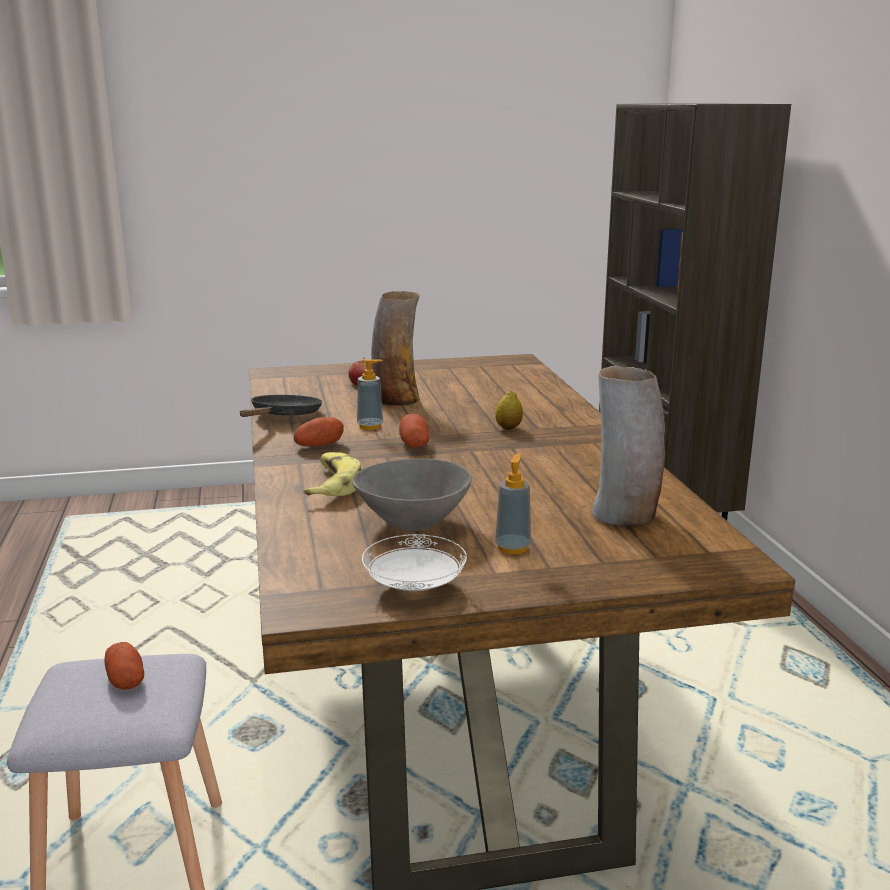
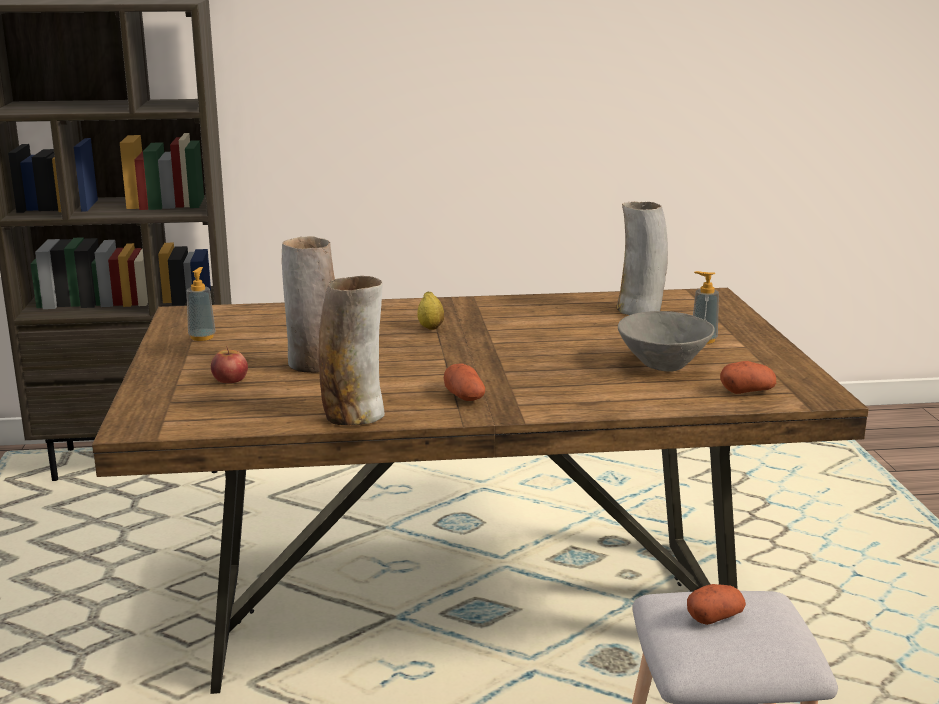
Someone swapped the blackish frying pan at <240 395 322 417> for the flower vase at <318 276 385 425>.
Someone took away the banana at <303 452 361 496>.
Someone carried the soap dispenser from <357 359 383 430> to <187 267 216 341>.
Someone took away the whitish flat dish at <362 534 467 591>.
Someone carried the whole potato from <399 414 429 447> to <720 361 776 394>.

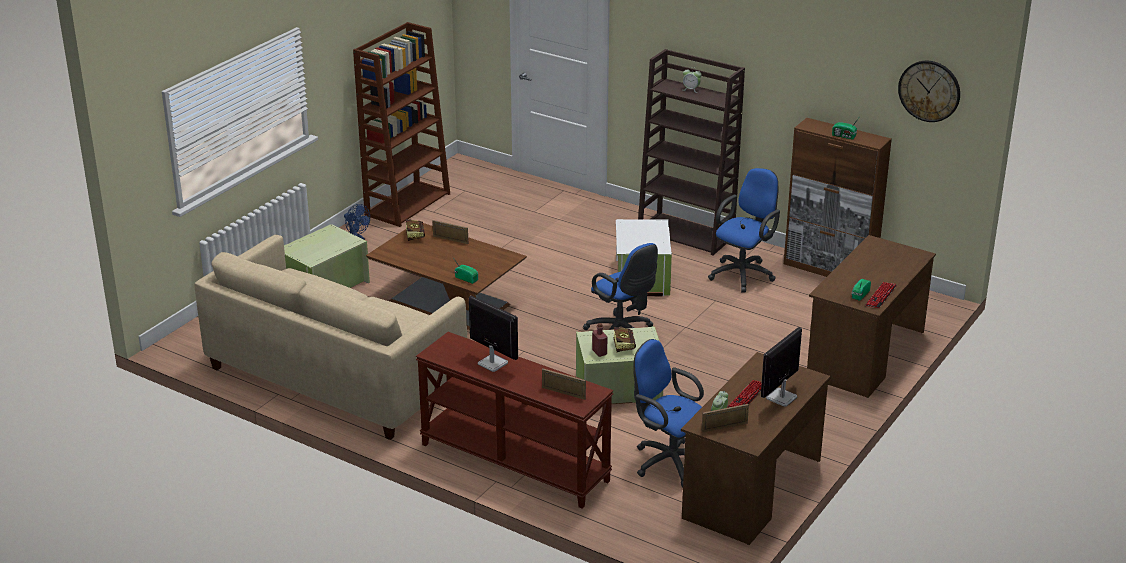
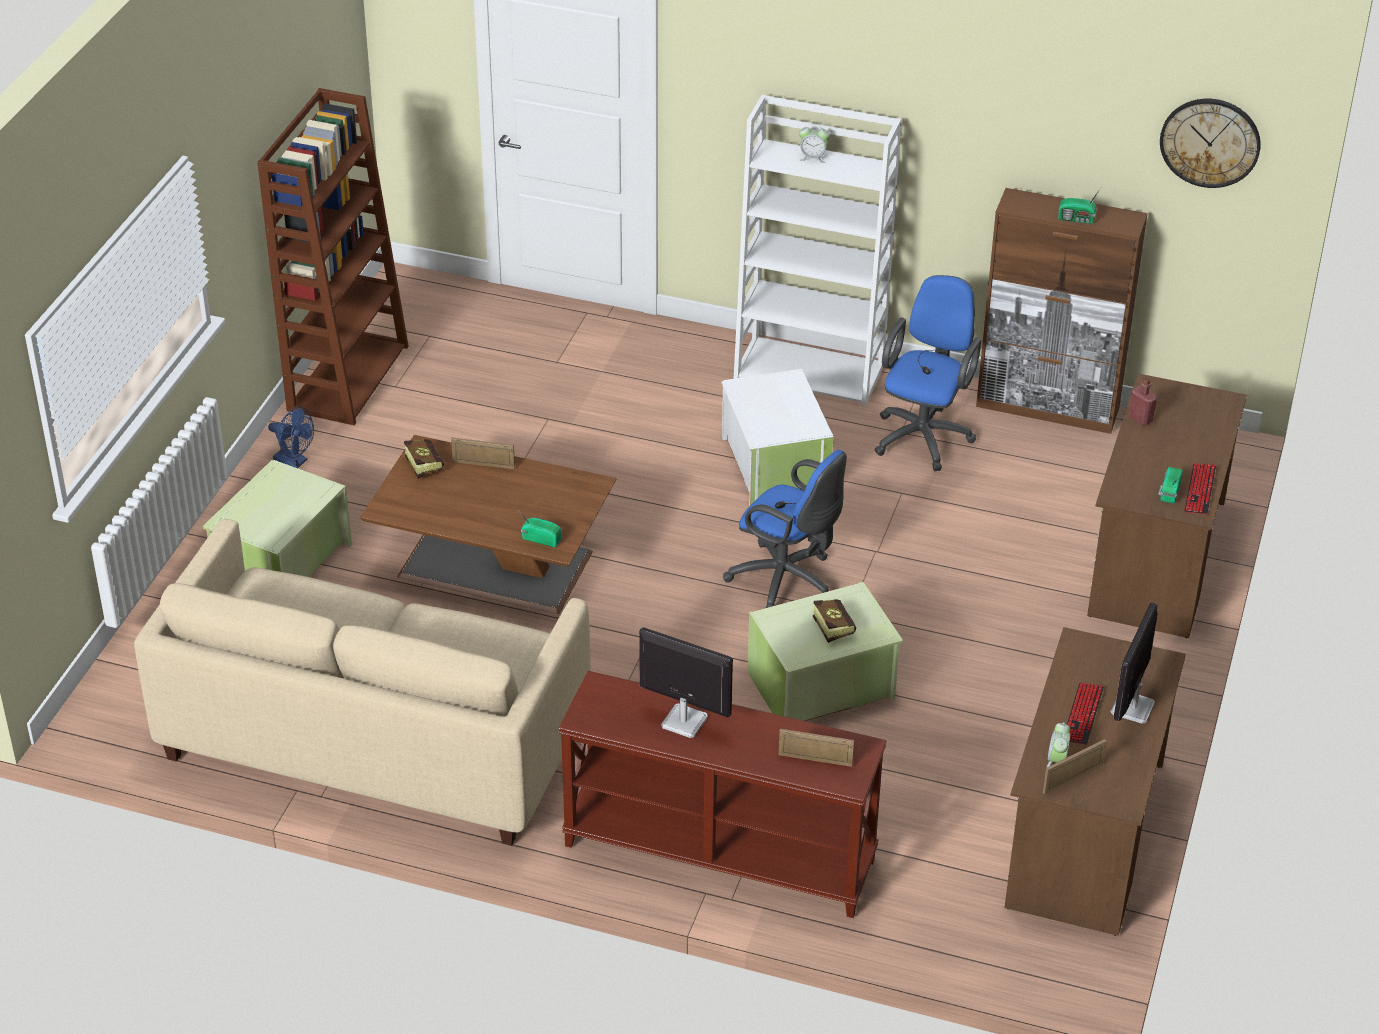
Someone carried the reddish drink bottle from <592 323 608 357> to <1129 378 1157 426>.
Someone took away the blue computer chair at <633 339 704 487>.
Someone repainted the brown-coloured bookcase at <638 49 745 255>, which became the whitish bookcase at <734 95 901 407>.

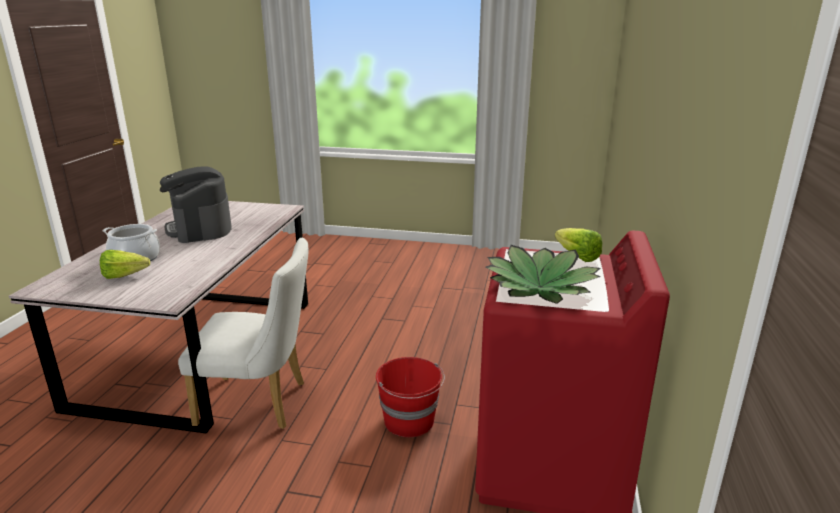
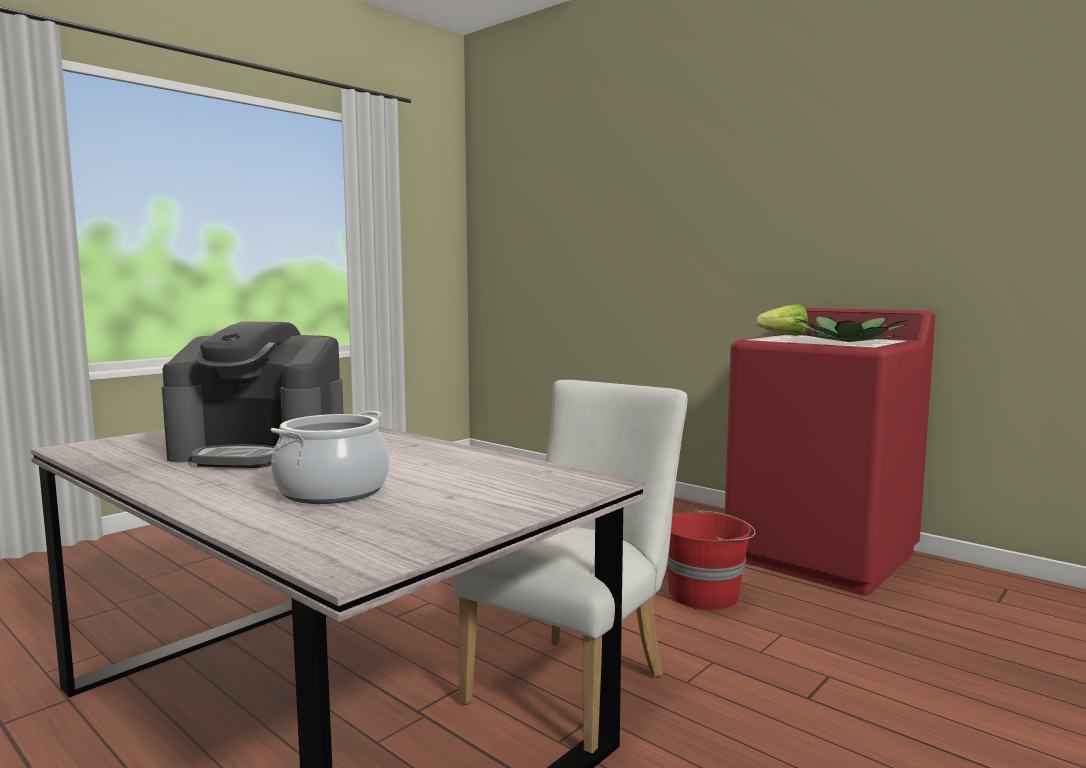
Someone took away the lettuce at <100 250 150 279>.

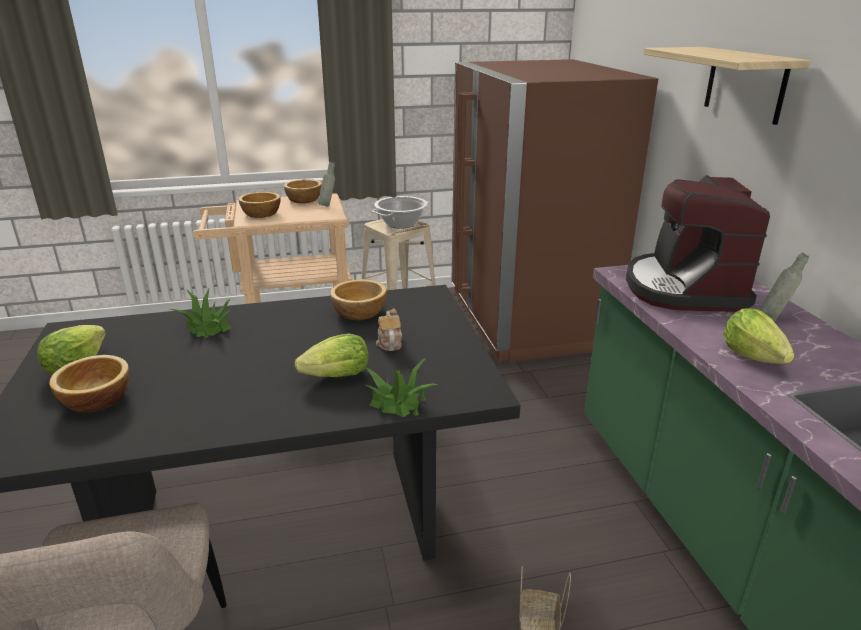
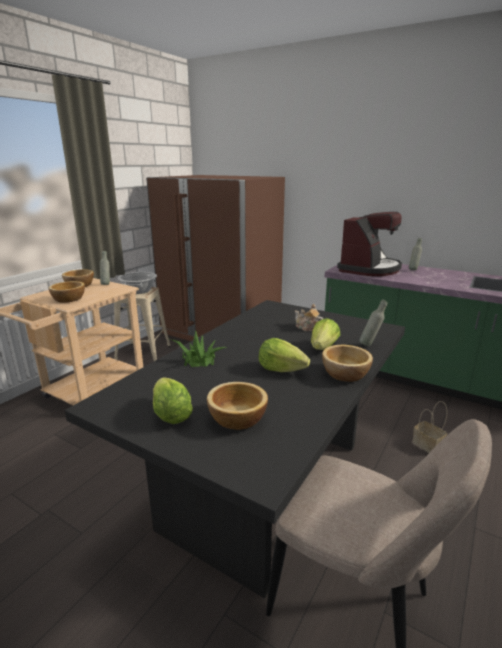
Someone carried the serving bowl from <330 279 387 320> to <322 345 373 382>.
Someone swapped the potted plant at <364 357 438 417> for the grey drink bottle at <359 300 388 346>.
Someone rotated the coffee brewer at <626 175 770 312> by 105 degrees counterclockwise.
Someone took away the bracket shelf at <643 47 811 125>.
Someone carried the lettuce from <723 308 794 364> to <259 338 310 372>.

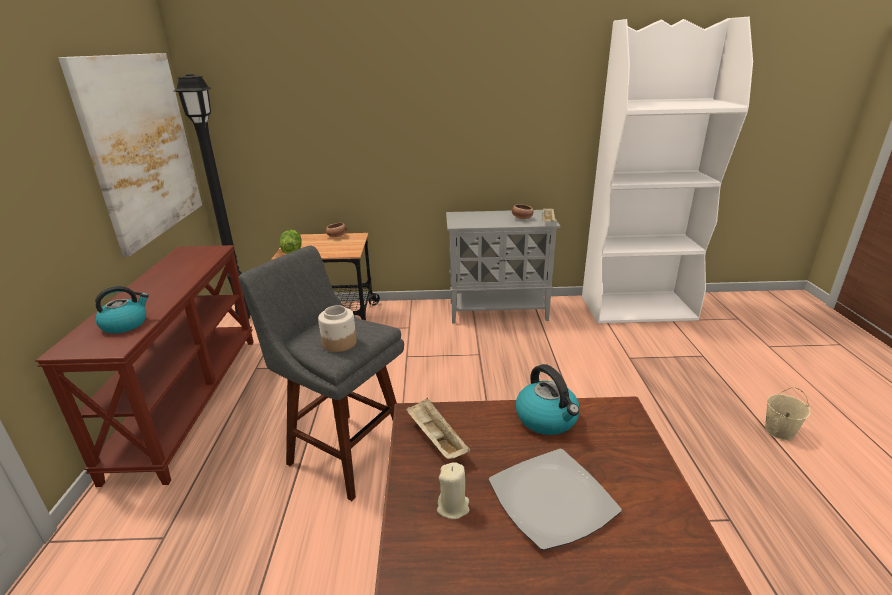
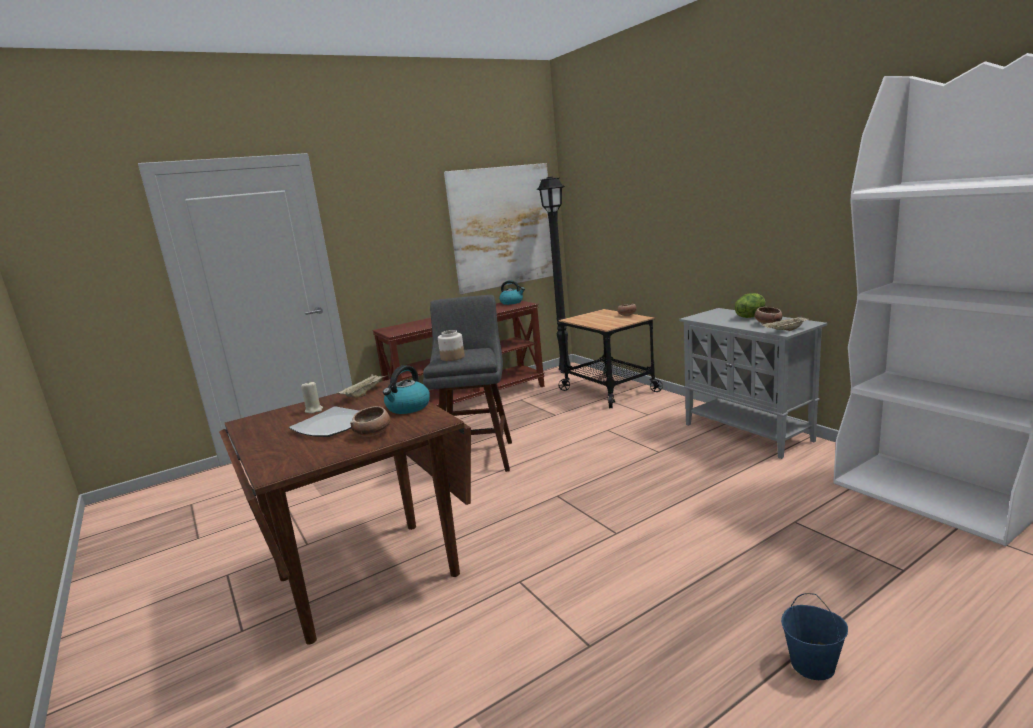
Someone carried the tea kettle from <95 286 149 334> to <499 280 525 305>.
Someone carried the lettuce from <280 230 302 254> to <735 293 765 318>.
Someone repainted the beige water bucket at <765 387 810 440>, which became the blue water bucket at <781 593 848 680>.
Someone put down the serving bowl at <350 406 390 437>.

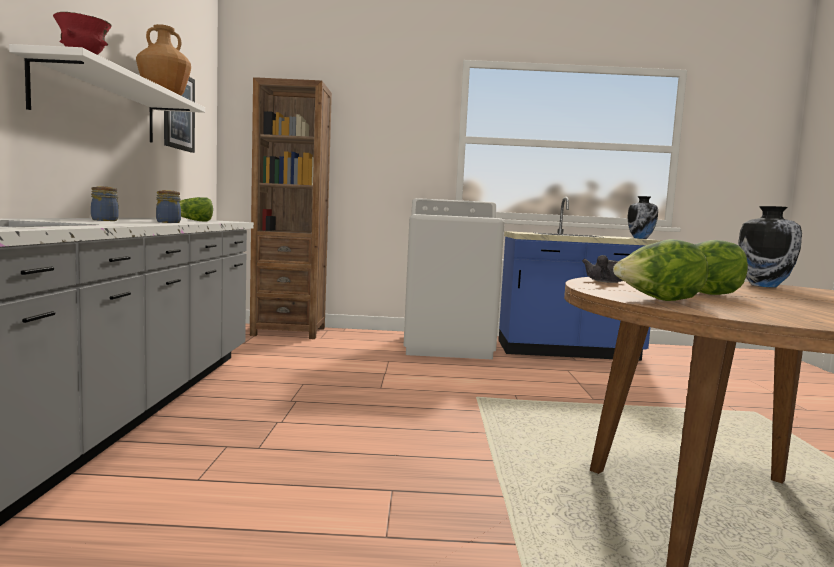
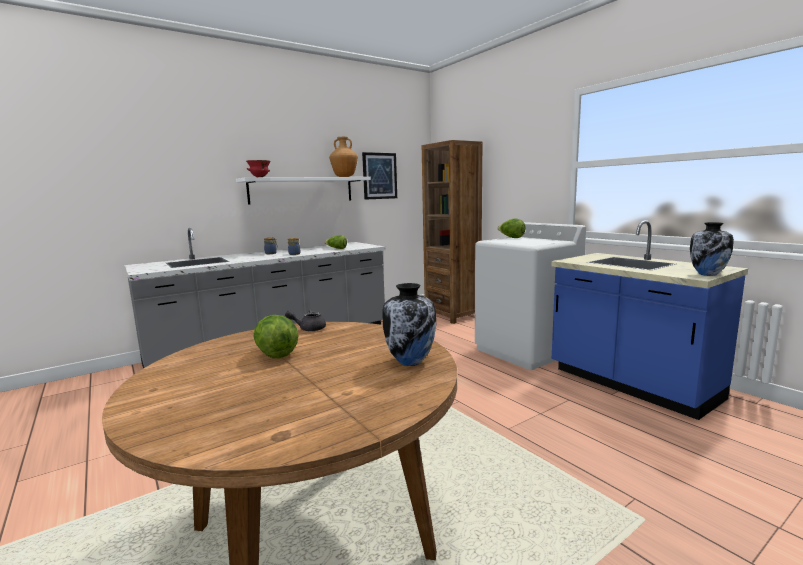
Someone carried the lettuce from <613 239 709 301> to <498 219 526 238>.

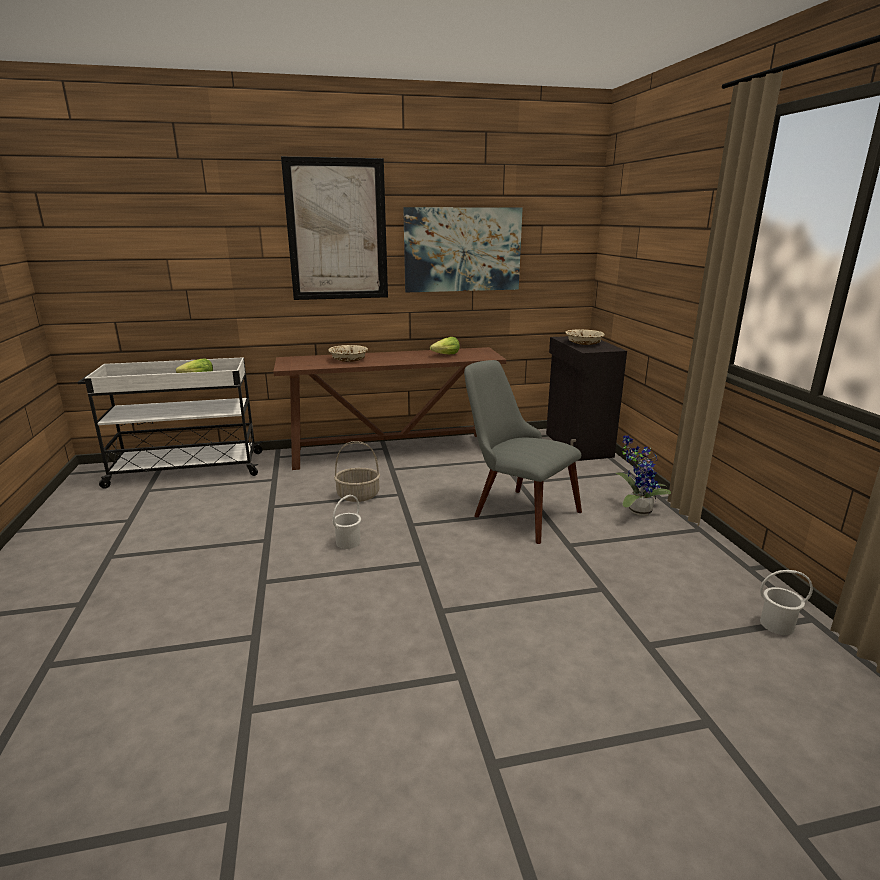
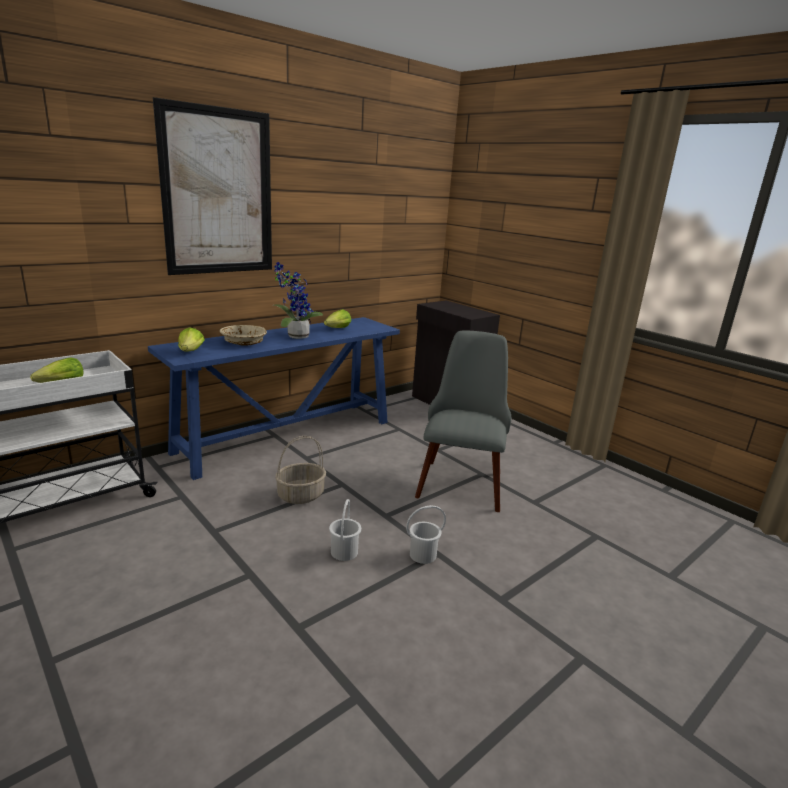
Someone repainted the brown-coloured hall table at <273 347 506 470>, which became the blue hall table at <148 317 400 480>.
Someone took away the wall picture at <403 207 523 292>.
Someone rotated the grey plain chair at <464 360 582 544> by 90 degrees clockwise.
Someone took away the beige serving bowl at <565 329 605 345>.
Someone carried the potted plant from <616 435 671 516> to <273 262 323 339>.
Someone carried the whitish water bucket from <760 570 813 635> to <406 505 446 564>.
Someone put down the lettuce at <178 327 205 352>.

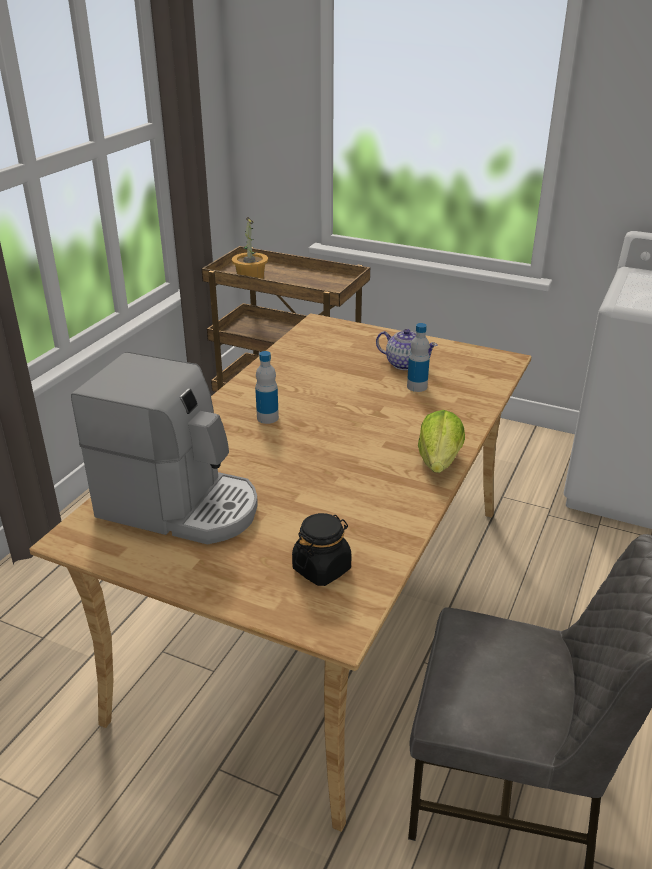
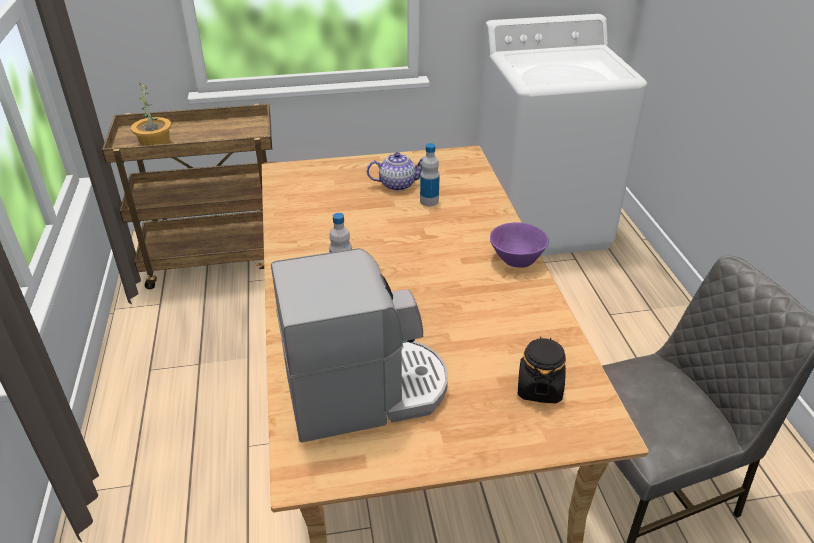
Someone swapped the lettuce at <418 410 465 473> for the purple-coloured serving bowl at <490 222 549 268>.

